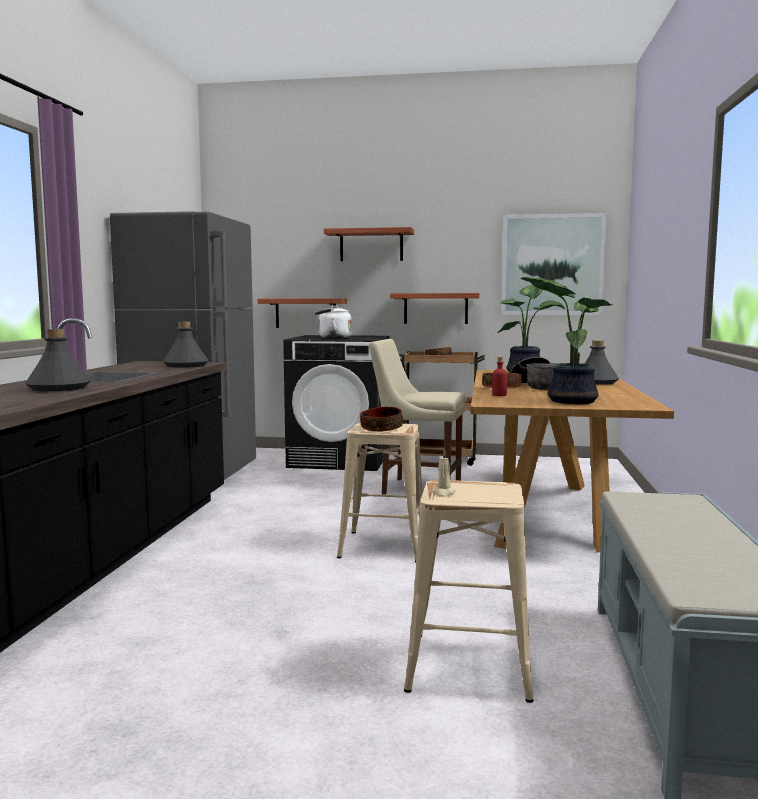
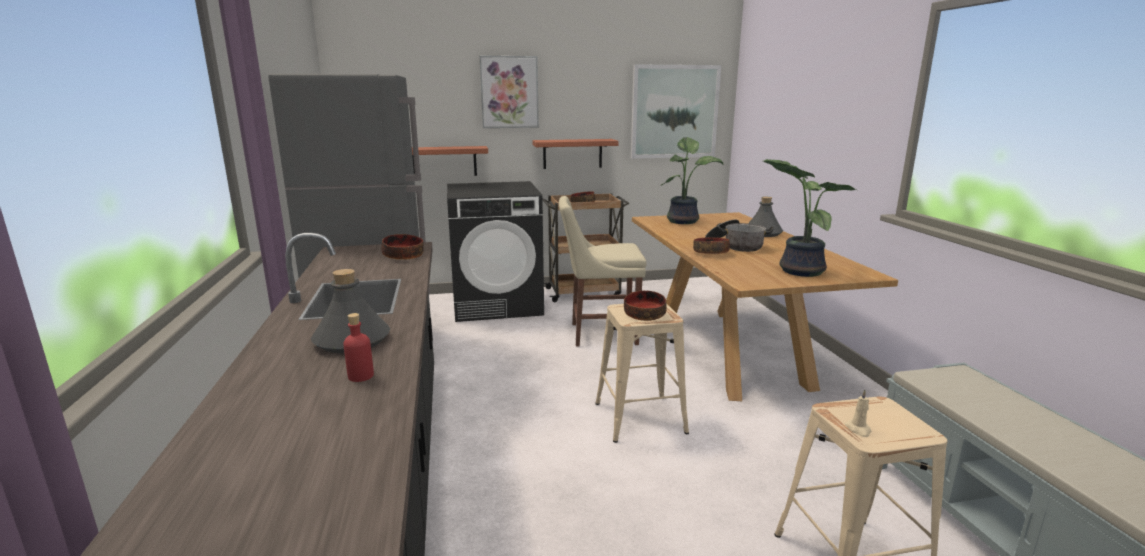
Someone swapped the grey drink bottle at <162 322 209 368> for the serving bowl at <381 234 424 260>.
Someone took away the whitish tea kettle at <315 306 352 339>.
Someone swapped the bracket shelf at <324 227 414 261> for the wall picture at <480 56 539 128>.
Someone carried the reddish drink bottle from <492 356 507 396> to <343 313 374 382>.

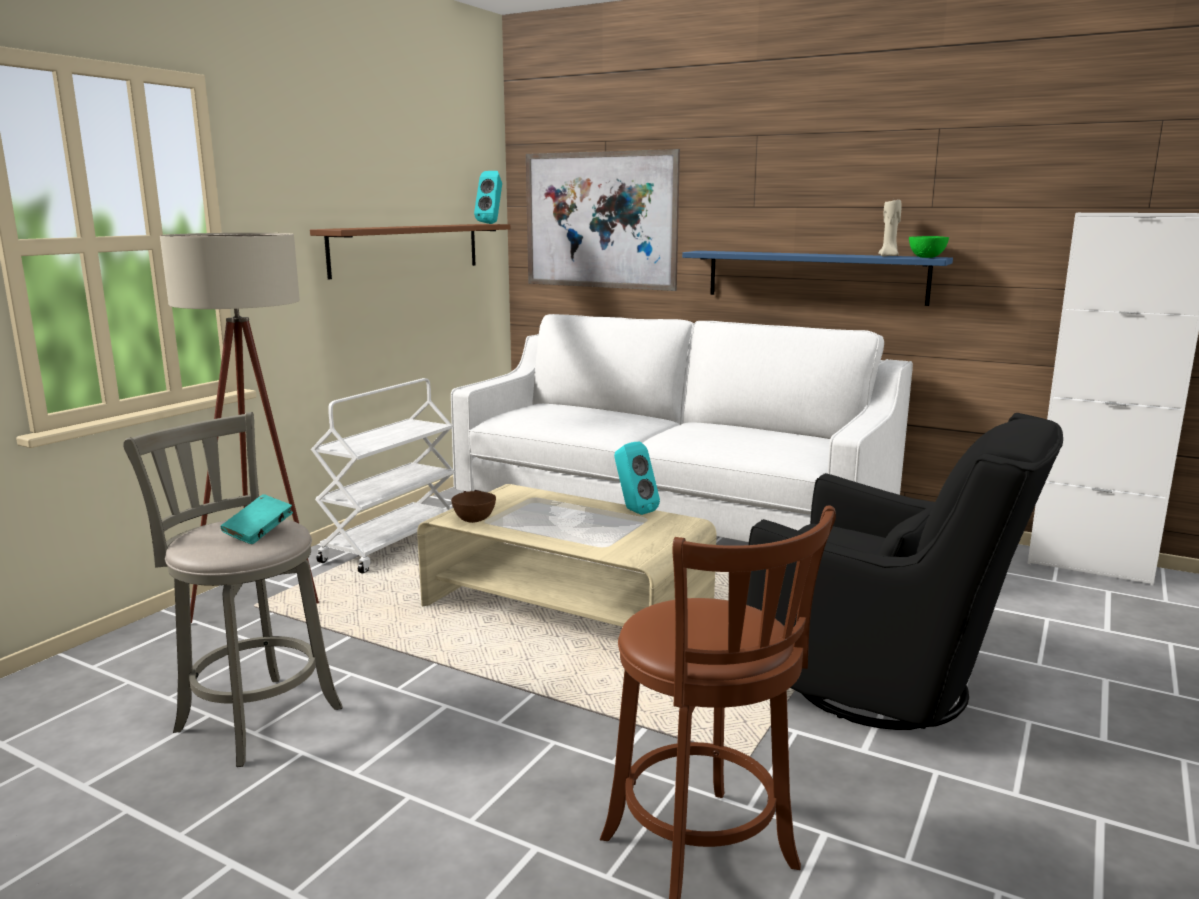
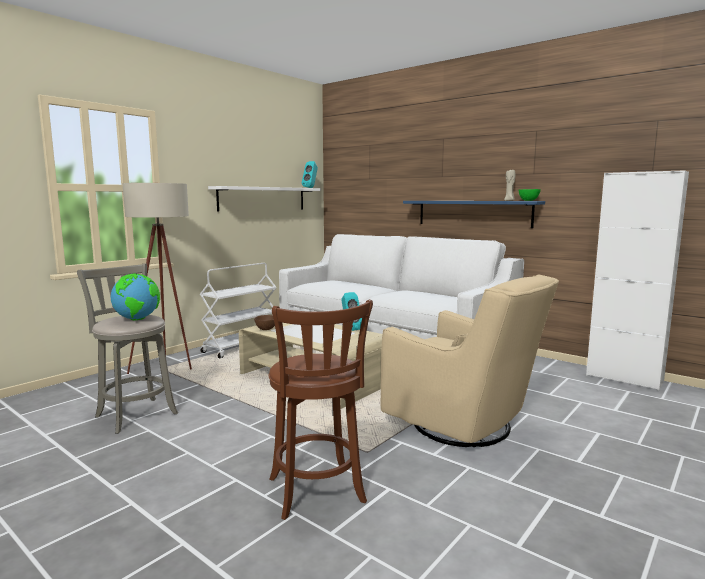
Someone swapped the turquoise-coloured book at <221 494 293 544> for the world globe at <111 274 160 320>.
Someone repainted the brown-coloured bracket shelf at <310 224 510 279>, which became the whitish bracket shelf at <208 186 321 211>.
Someone took away the wall picture at <526 149 680 291>.
Someone repainted the blackish armchair at <746 413 1063 730>, which became the beige armchair at <381 275 559 447>.

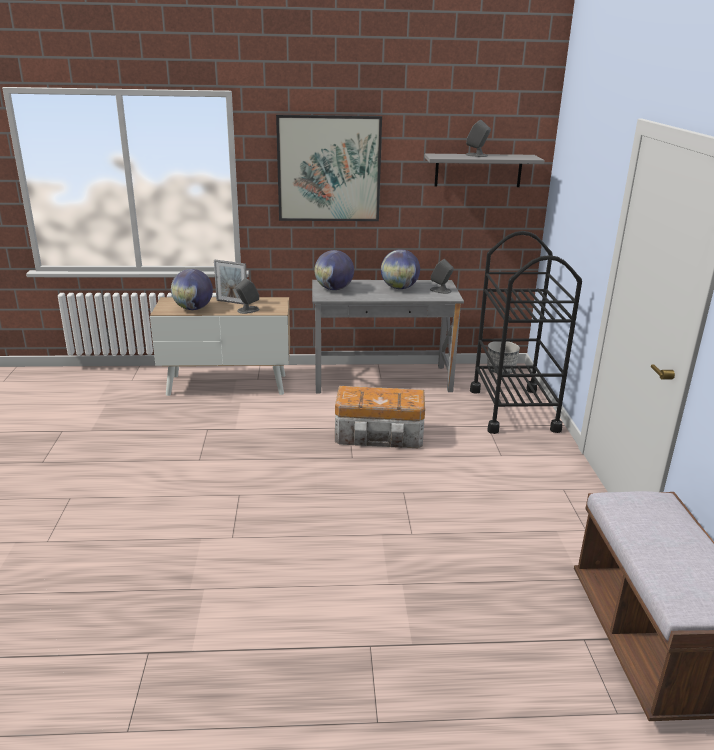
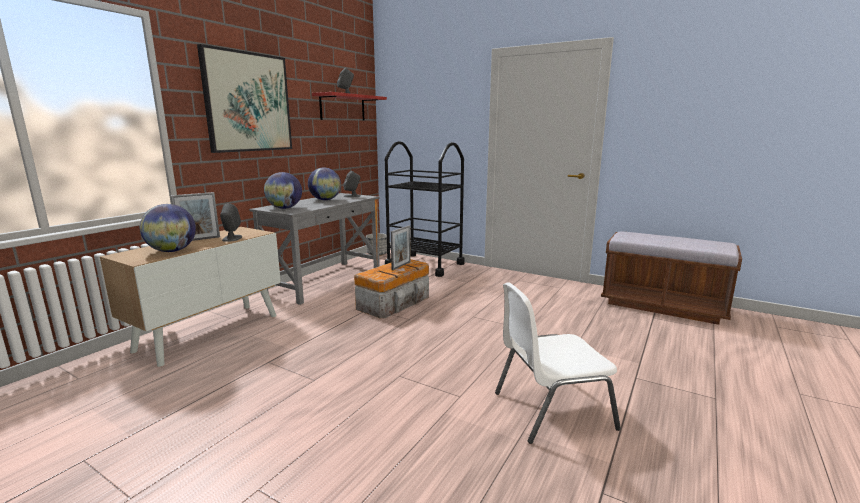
Someone repainted the grey bracket shelf at <424 154 544 187>, which became the reddish bracket shelf at <312 92 387 121>.
Someone put down the standing frame at <391 225 411 270>.
Someone put down the whitish plain chair at <495 282 621 444>.

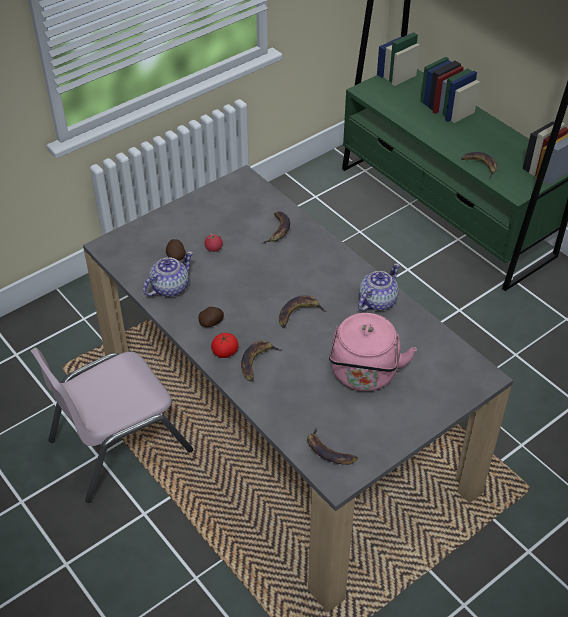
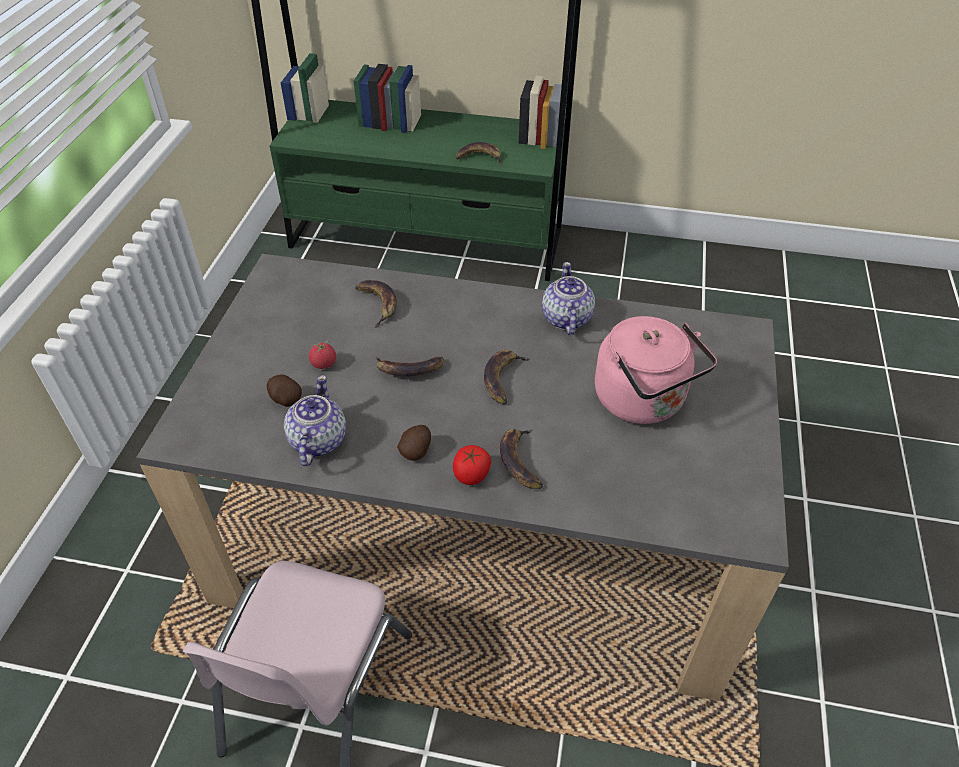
Someone carried the banana from <307 428 358 465> to <376 356 444 376>.

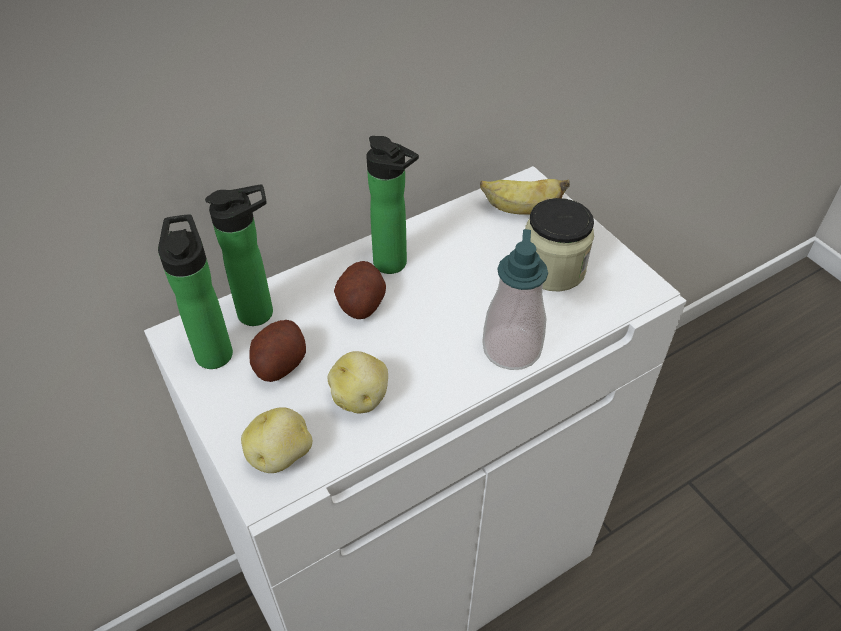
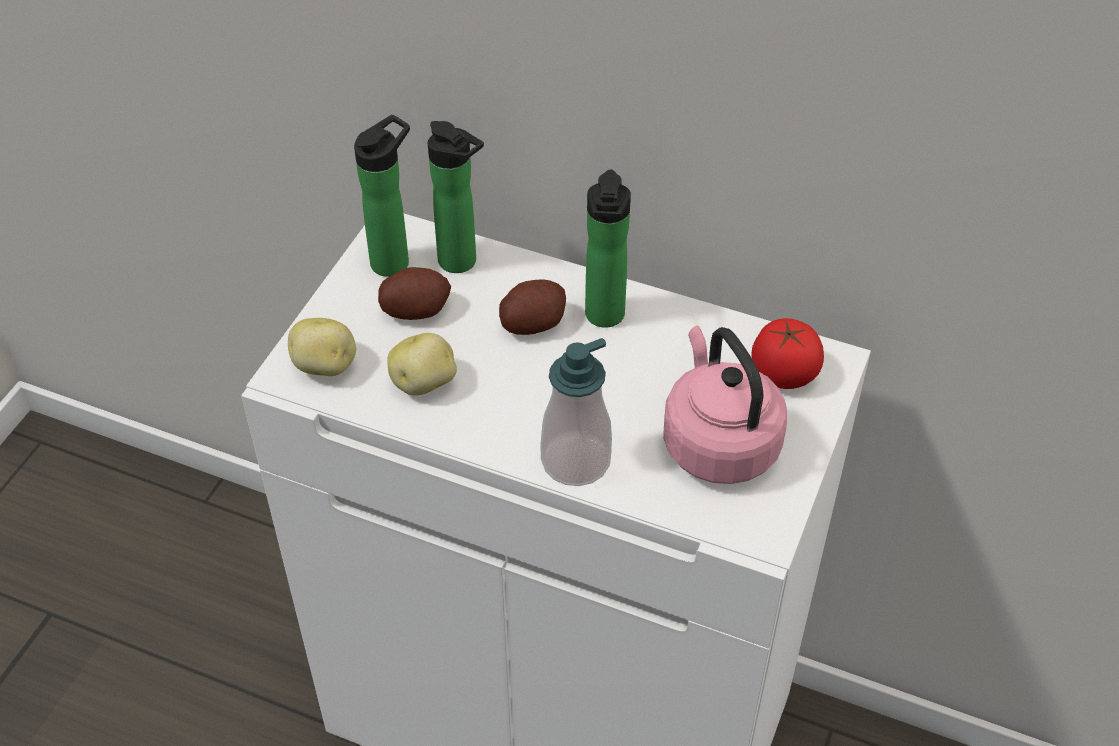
Someone swapped the banana at <480 179 570 215> for the fresh tomato at <751 318 824 389>.
Someone swapped the storage jar at <525 198 594 292> for the pinkish tea kettle at <663 326 787 484>.

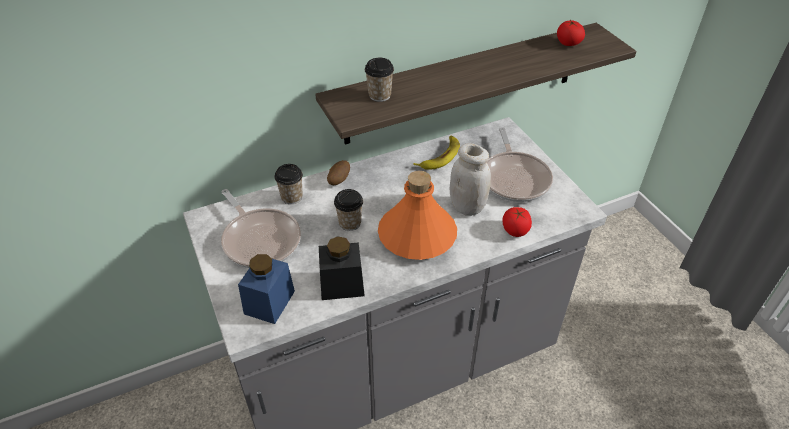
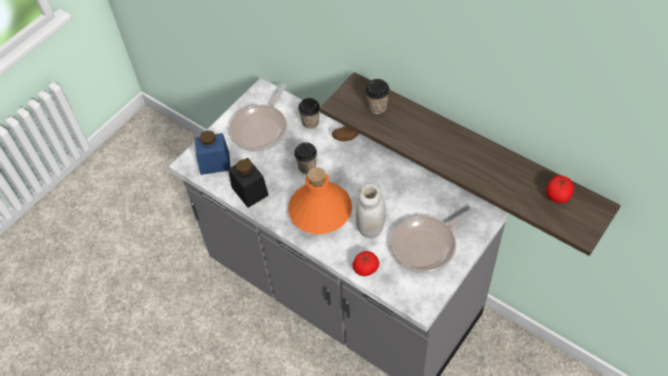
Someone took away the banana at <413 136 460 170>.

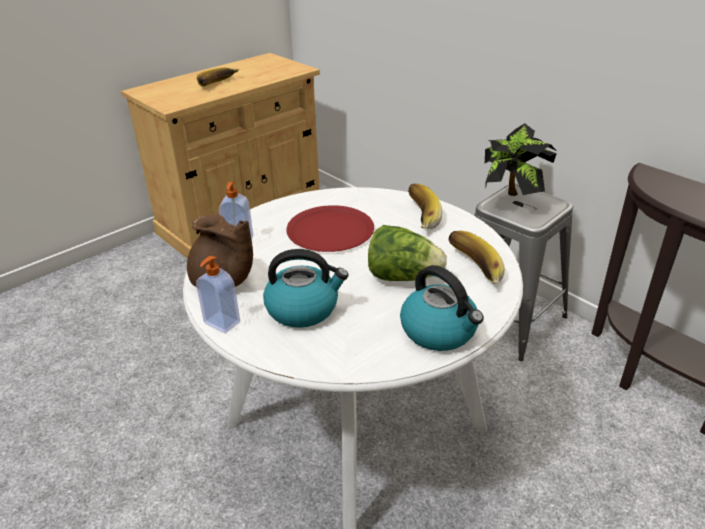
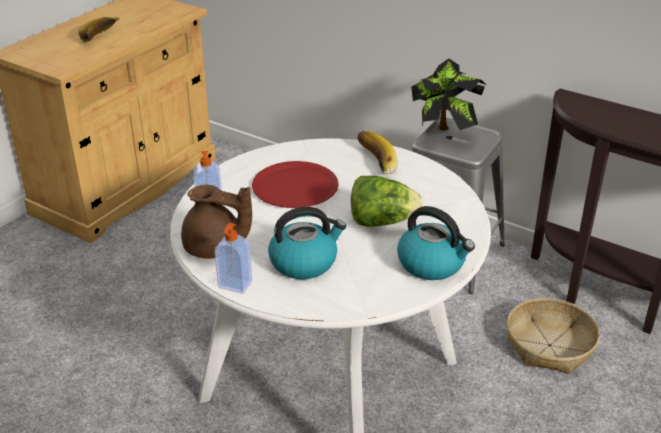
Someone took away the banana at <448 231 505 284>.
Someone put down the storage basket at <507 298 600 374>.

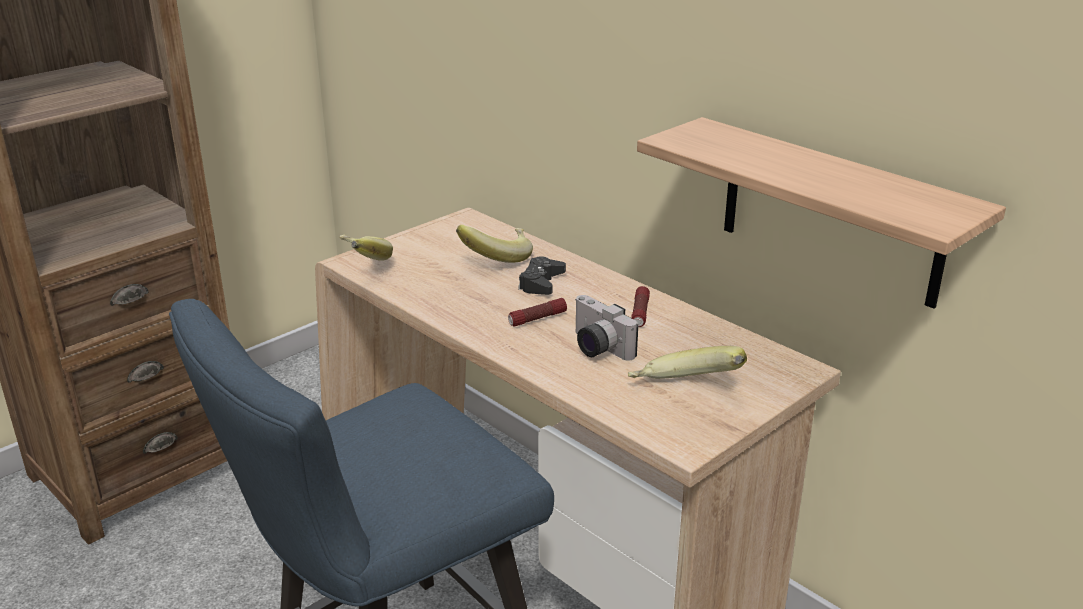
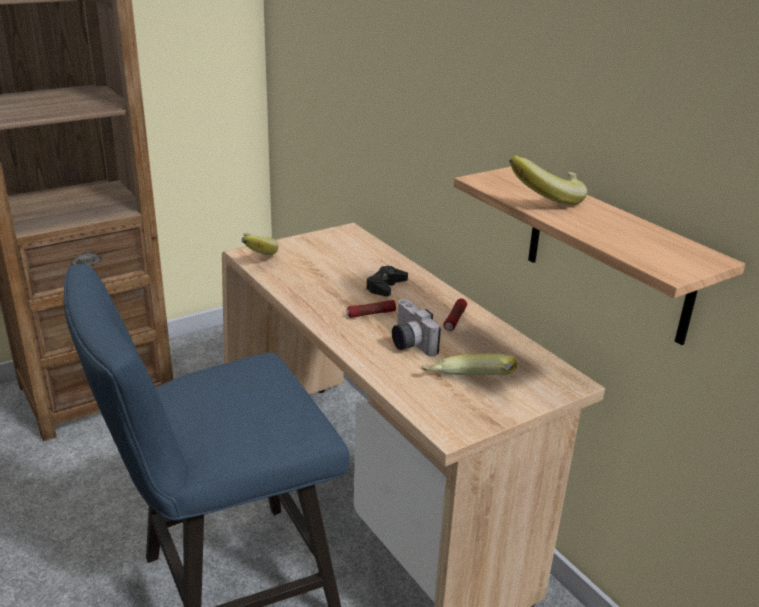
Someone carried the banana from <456 225 533 263> to <509 156 587 205>.

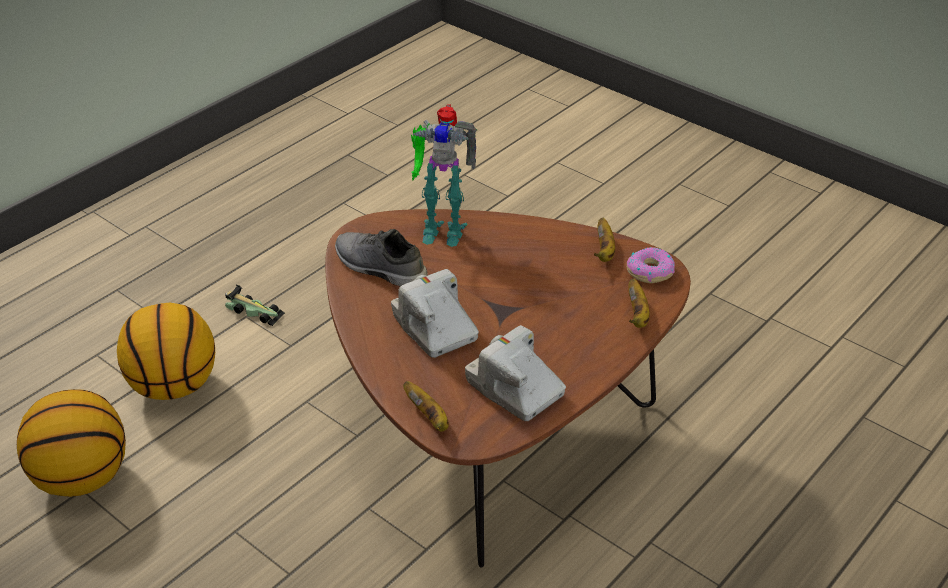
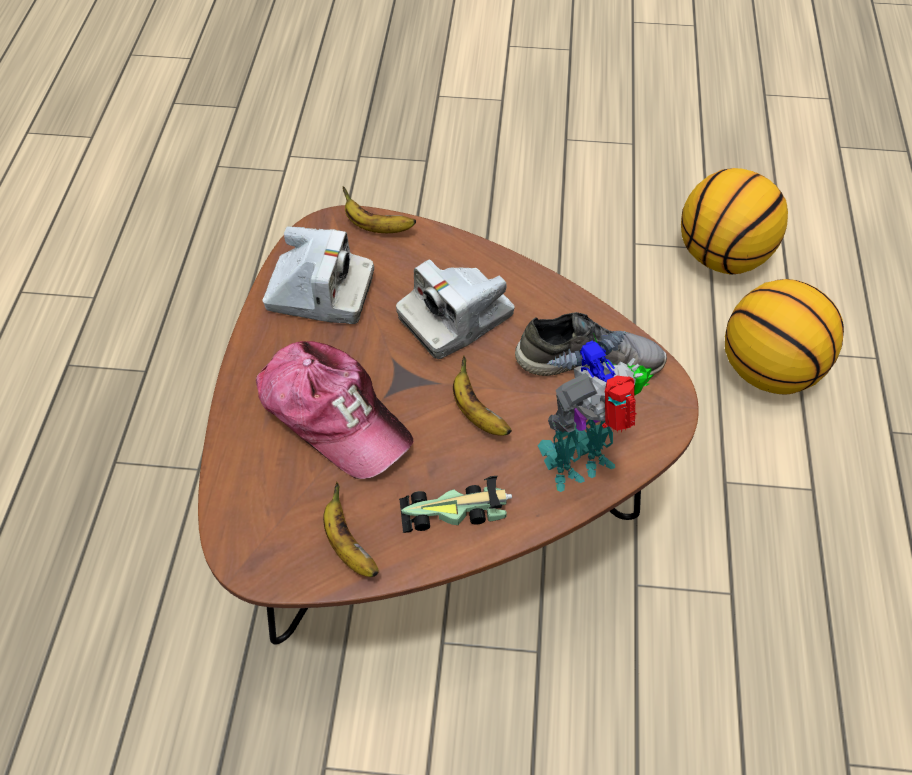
Someone carried the miniature car from <225 284 285 326> to <399 476 512 533>.
Someone rotated the still camera at <391 269 479 358> by 120 degrees clockwise.
Someone took away the doughnut at <627 247 675 283>.
Someone carried the banana from <628 278 650 328> to <453 356 512 436>.
Someone put down the peaked cap at <256 341 414 479>.

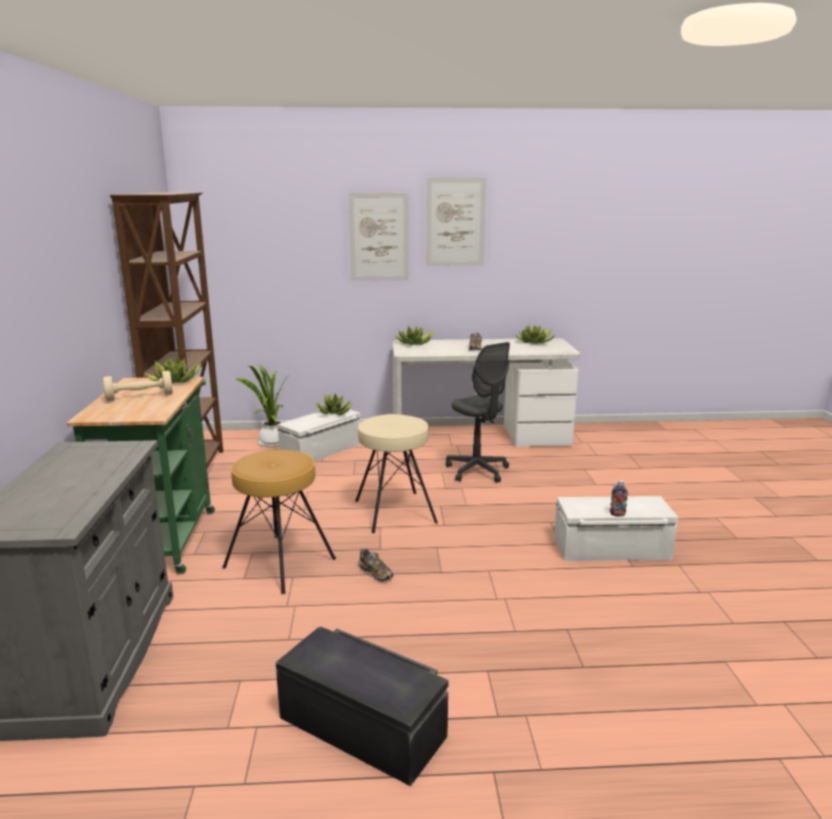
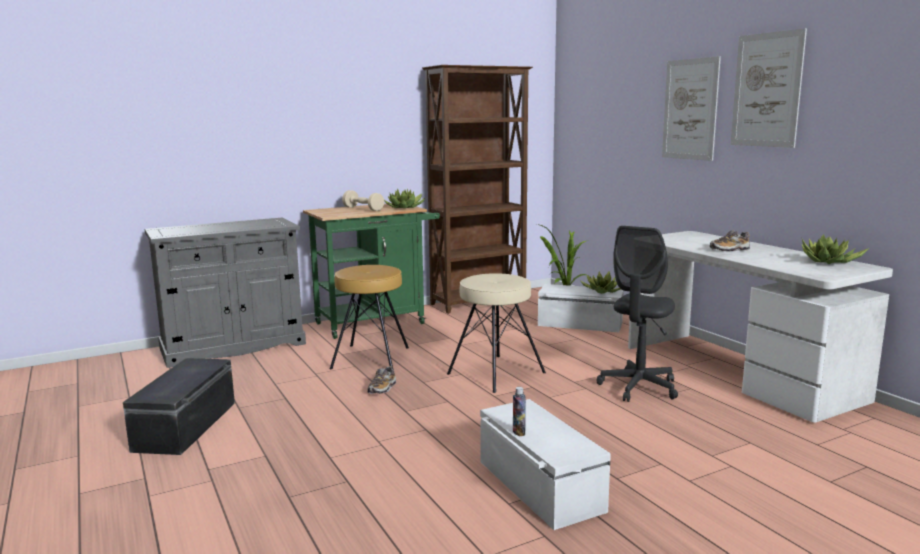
Someone took away the potted plant at <394 326 434 345>.

